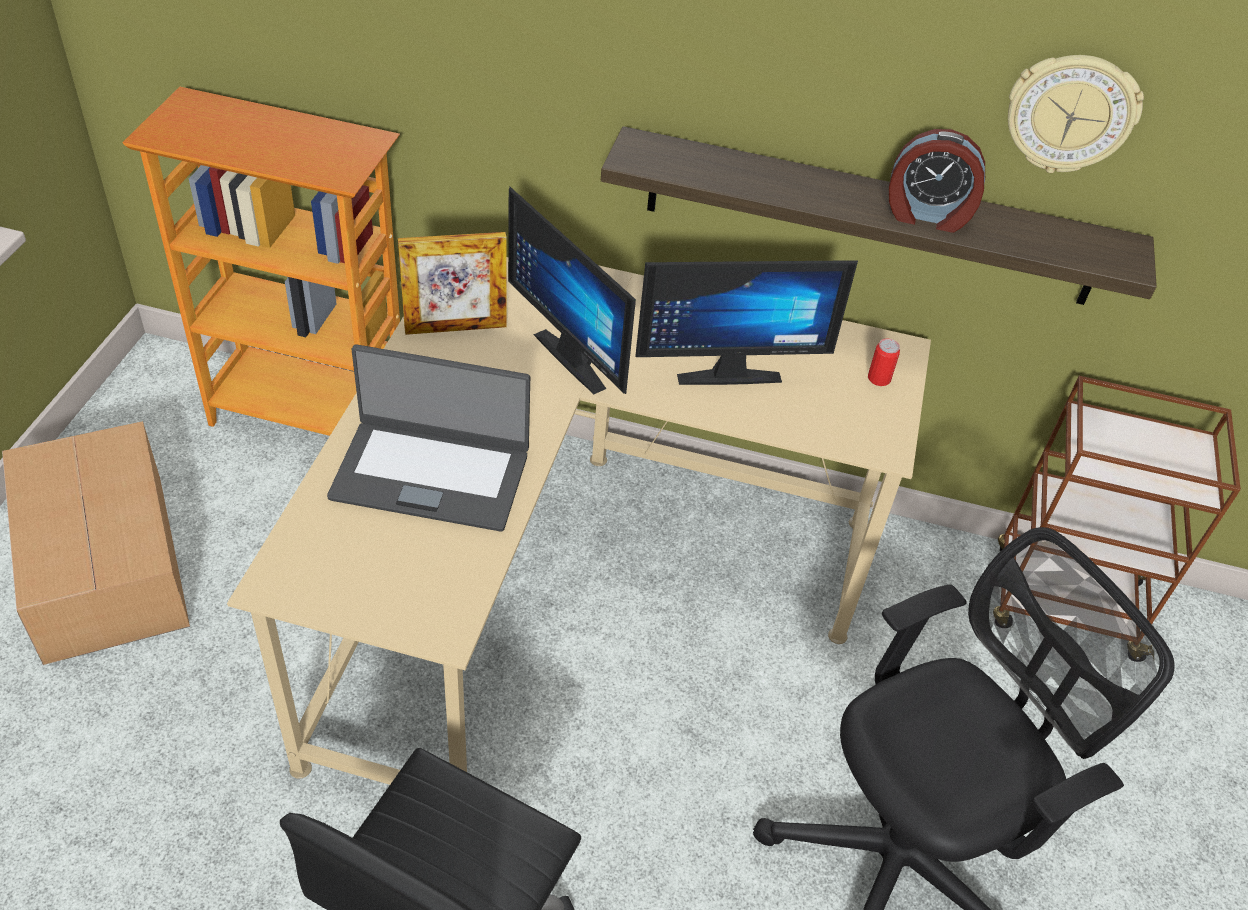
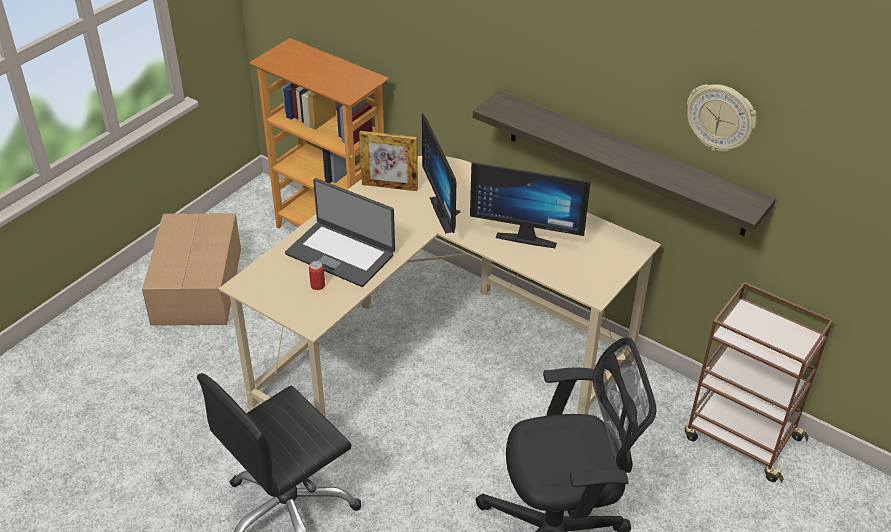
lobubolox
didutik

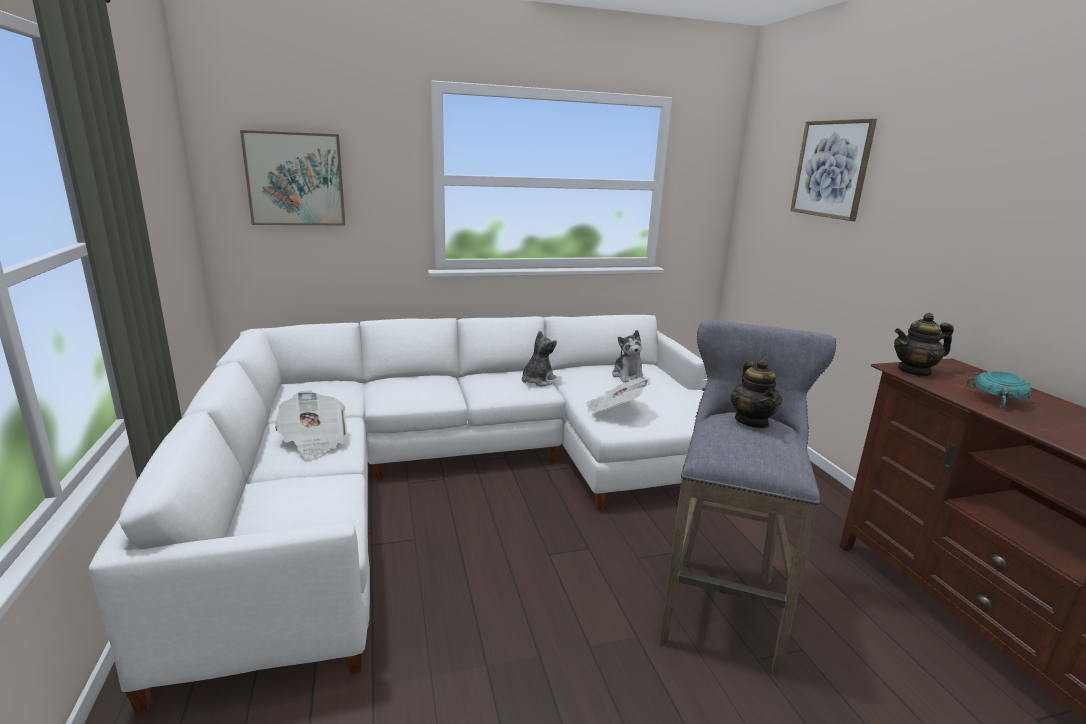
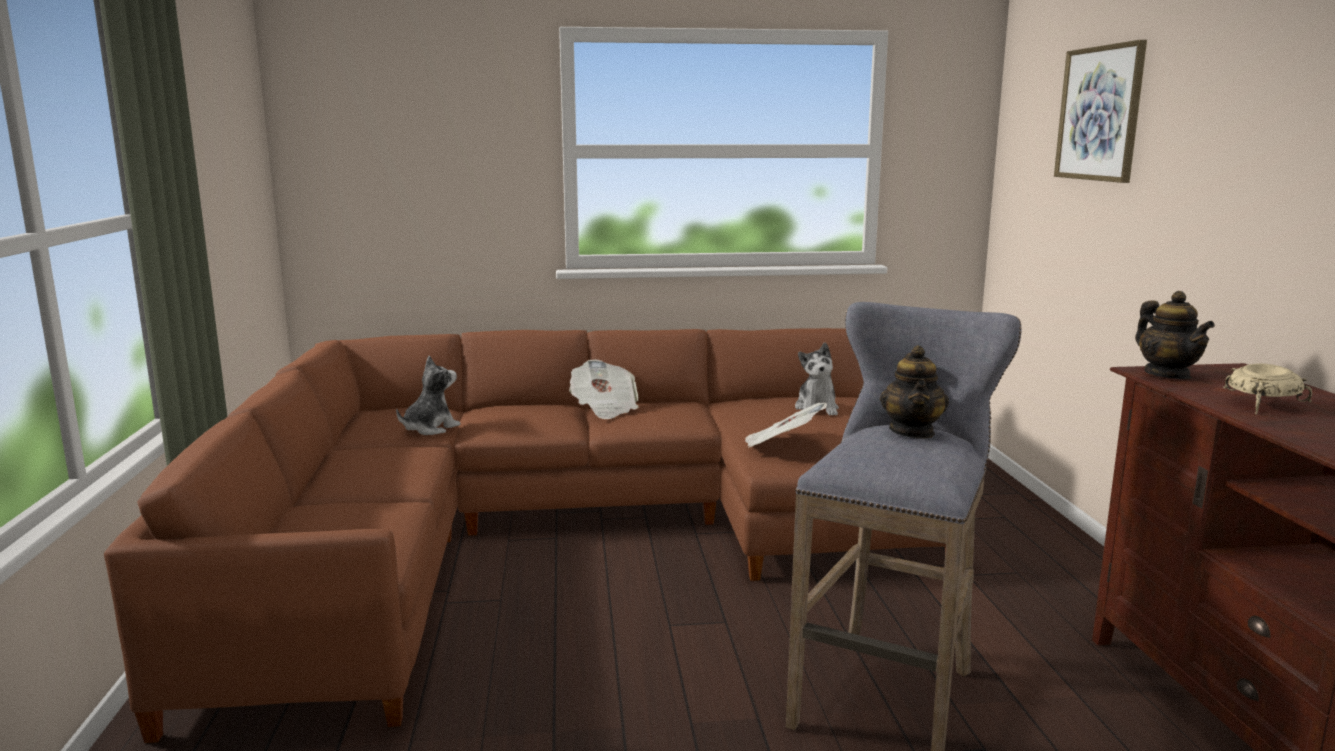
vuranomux (no. 1 from left in the first image)
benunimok (no. 2 from left)
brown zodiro
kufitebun (no. 1 from left)
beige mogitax
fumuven (no. 1 from left)

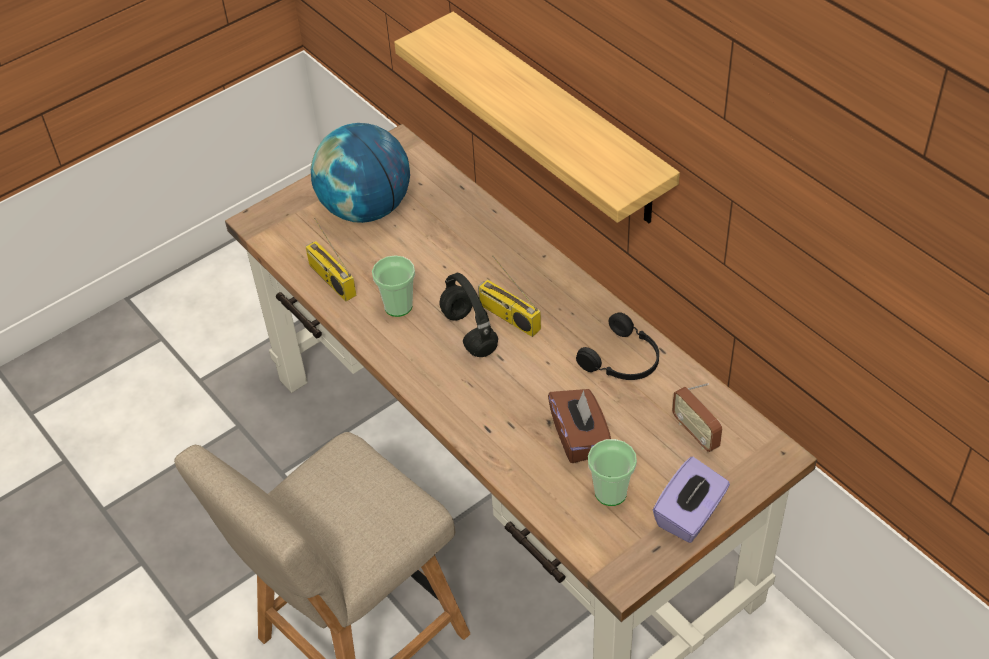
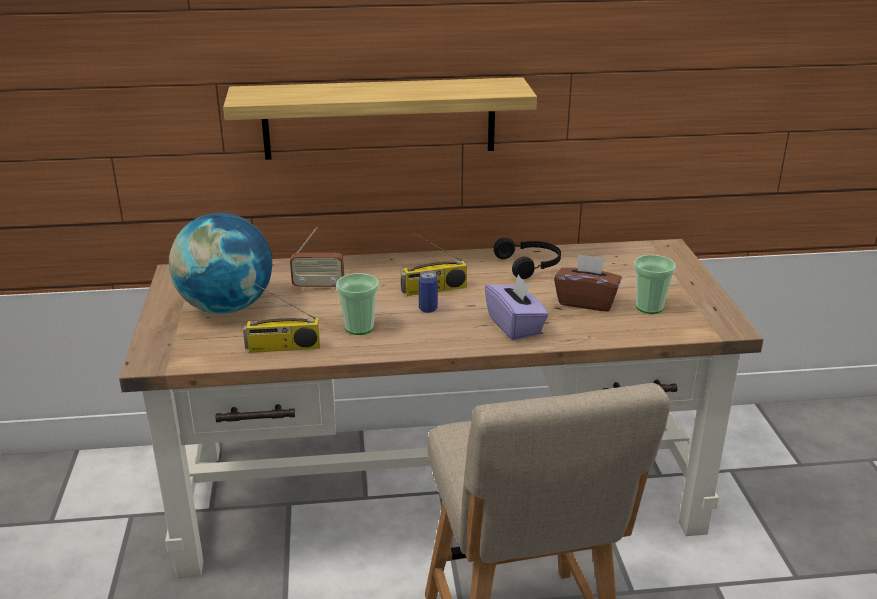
didutik
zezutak (no. 2 from left)
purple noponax

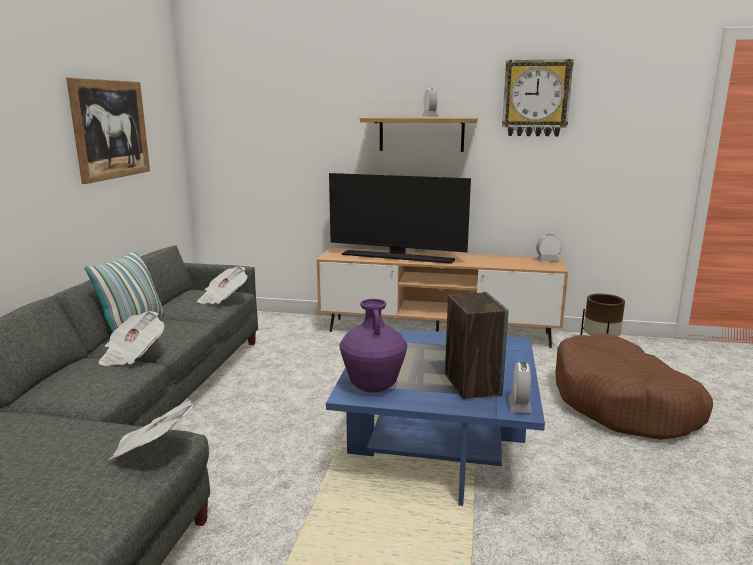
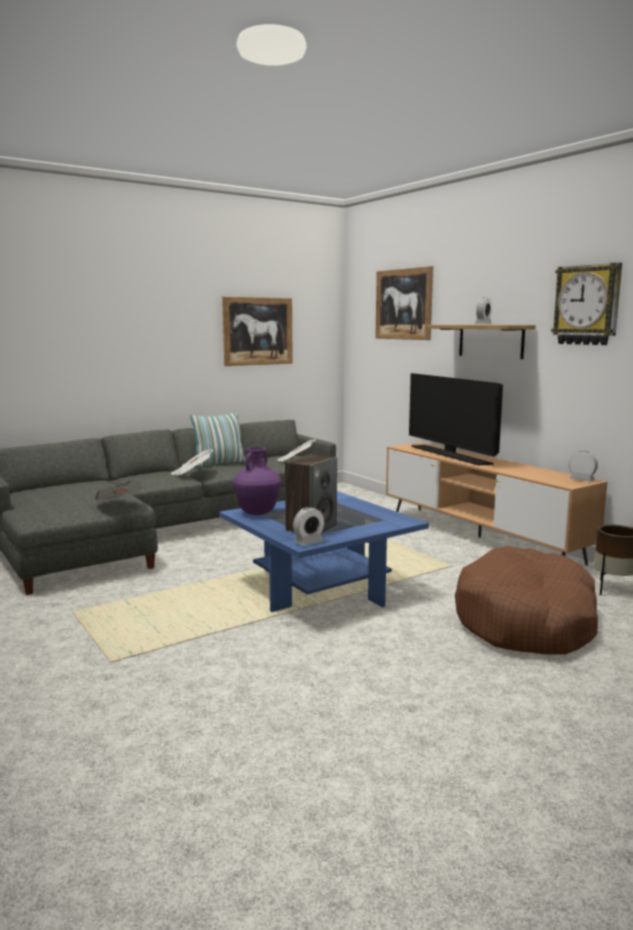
vuranomux (no. 2 from left)

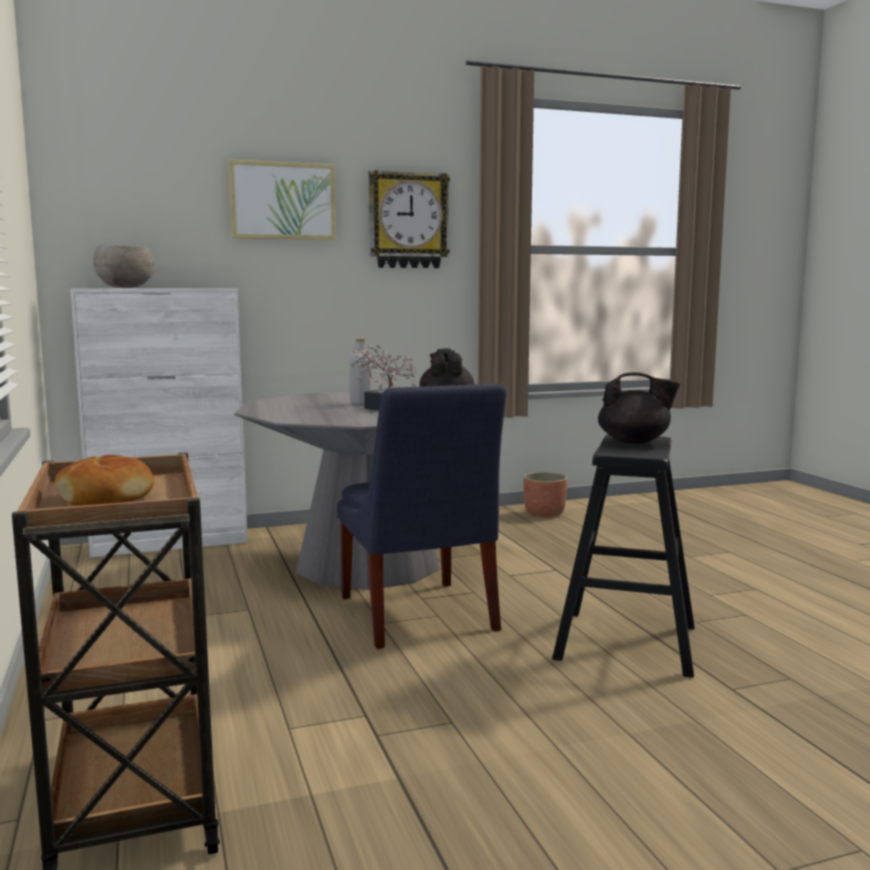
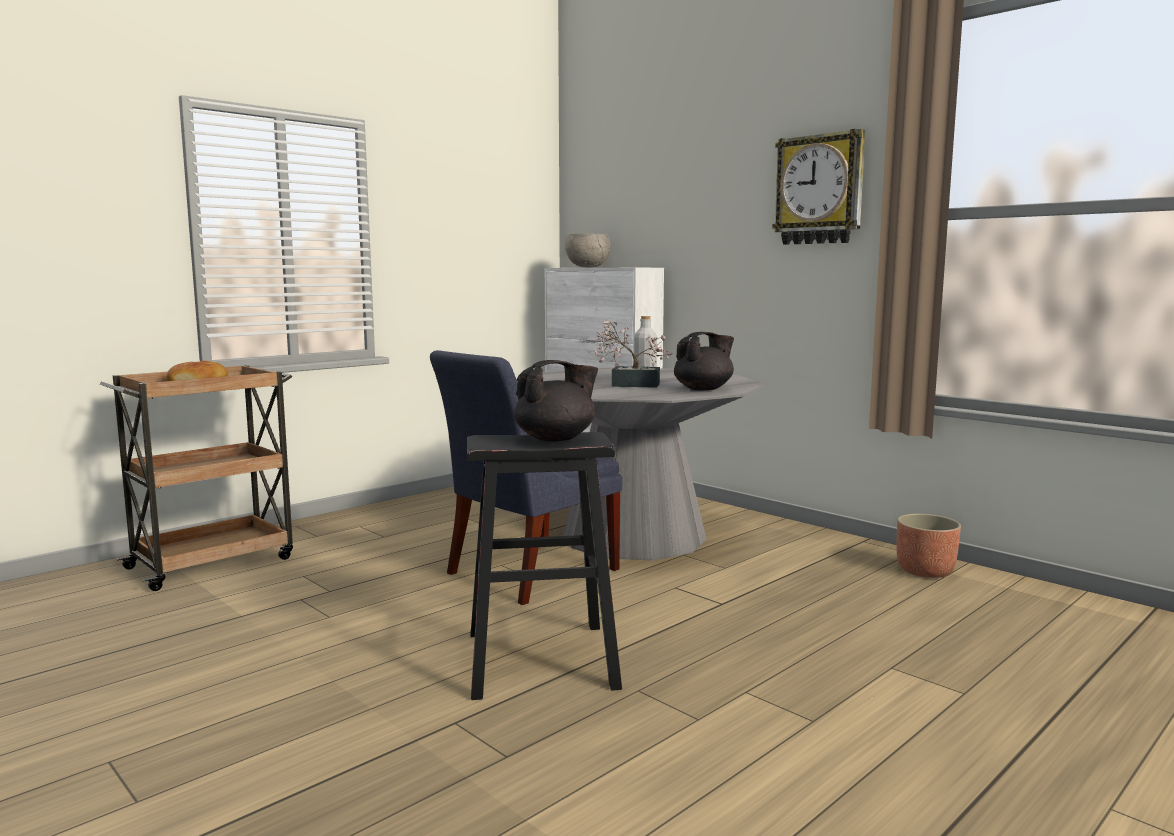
vuranomux
black benunimok (no. 1 from left)

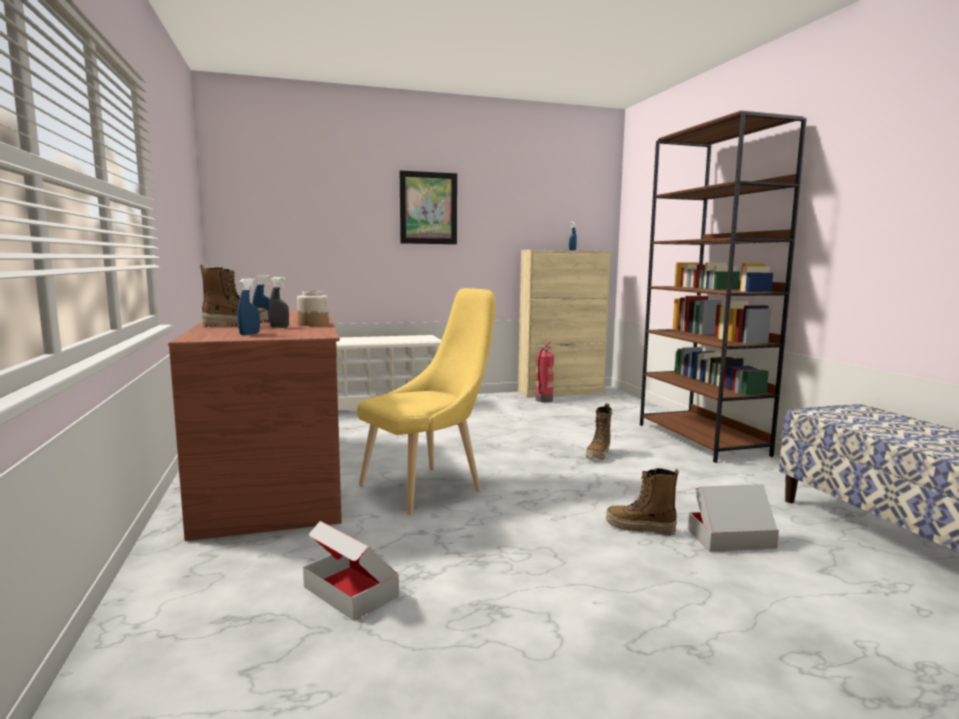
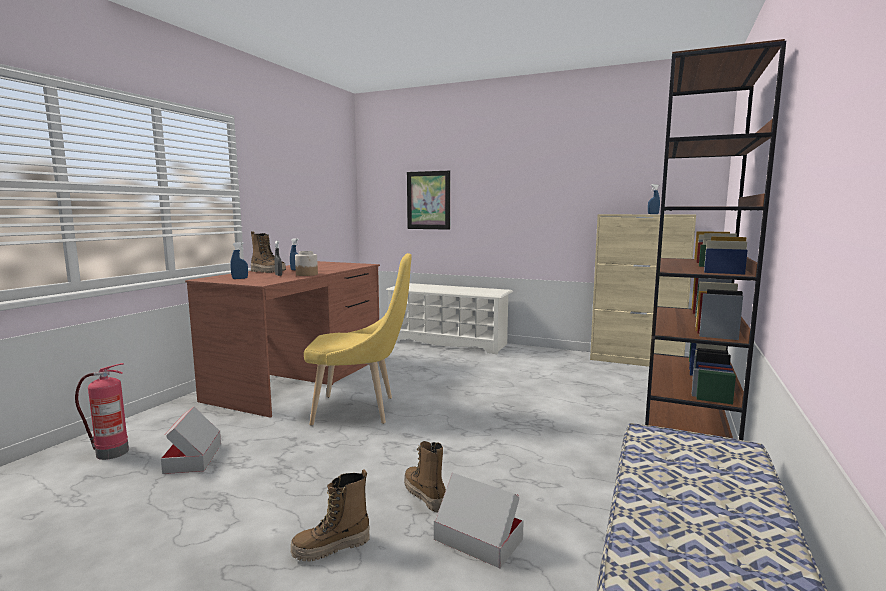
vuranomux
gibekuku
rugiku (no. 2 from left)

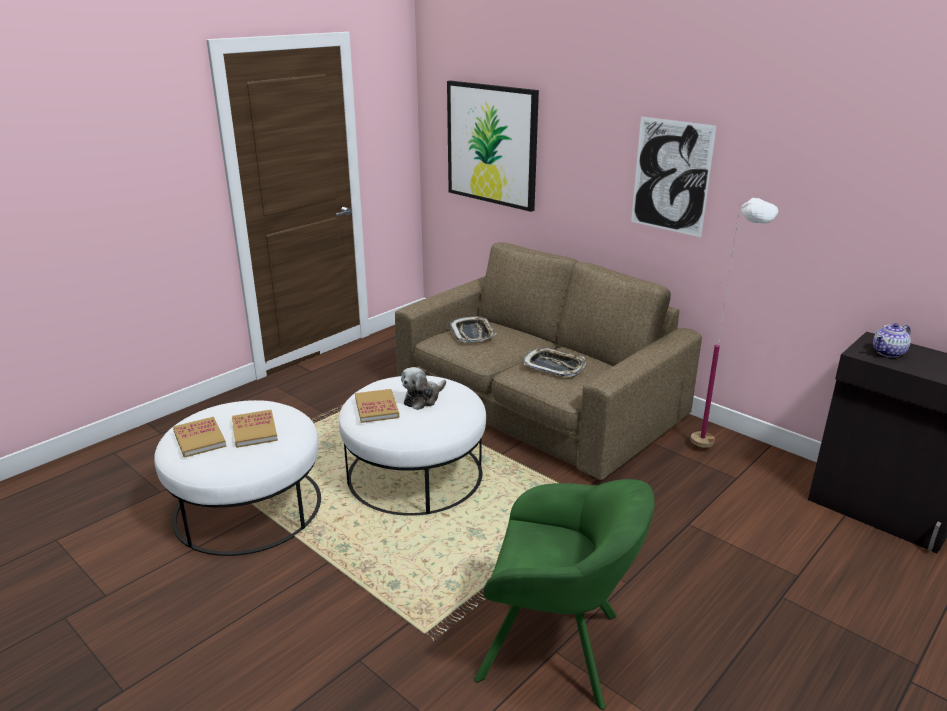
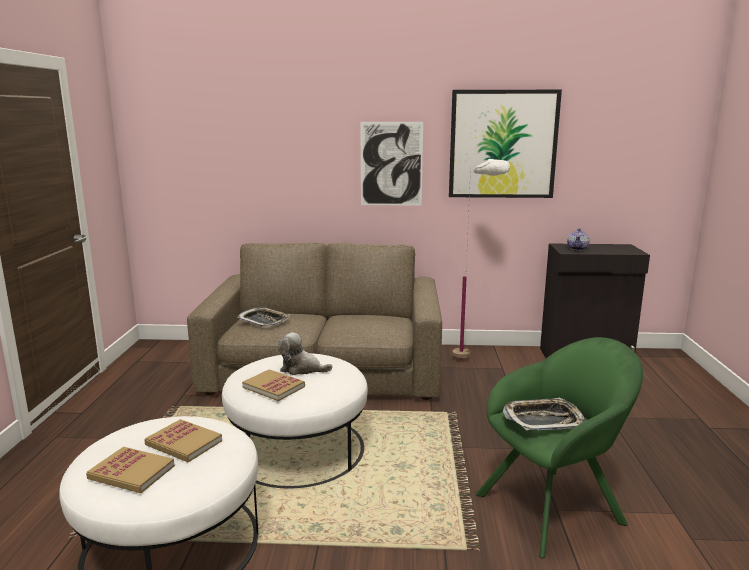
vuranomux (no. 2 from left)
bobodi (no. 2 from left)
kufitebun

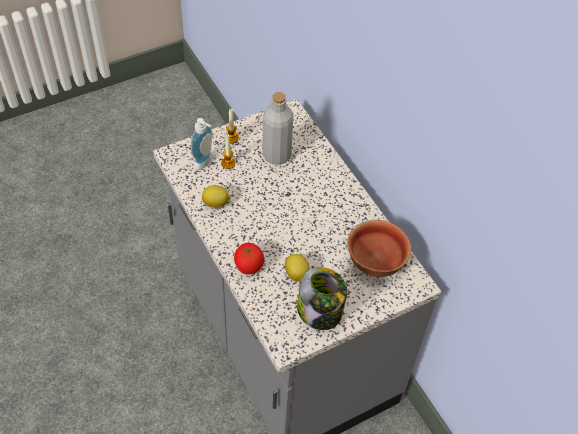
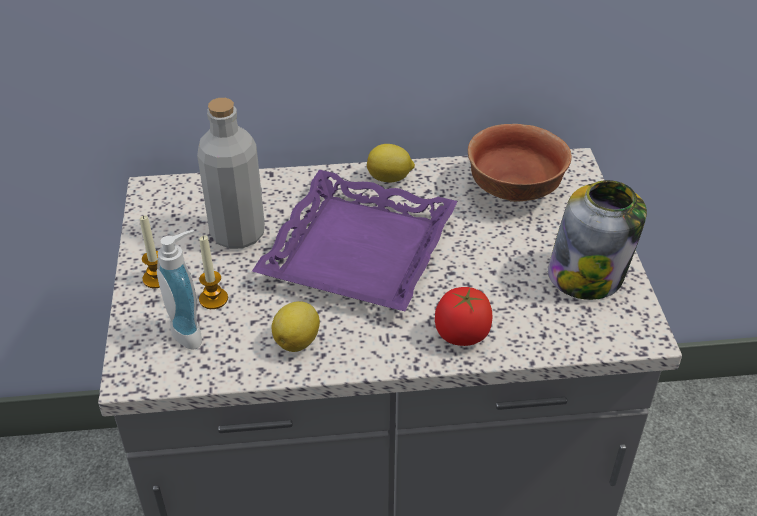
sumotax (no. 2 from left)
purple bobodi

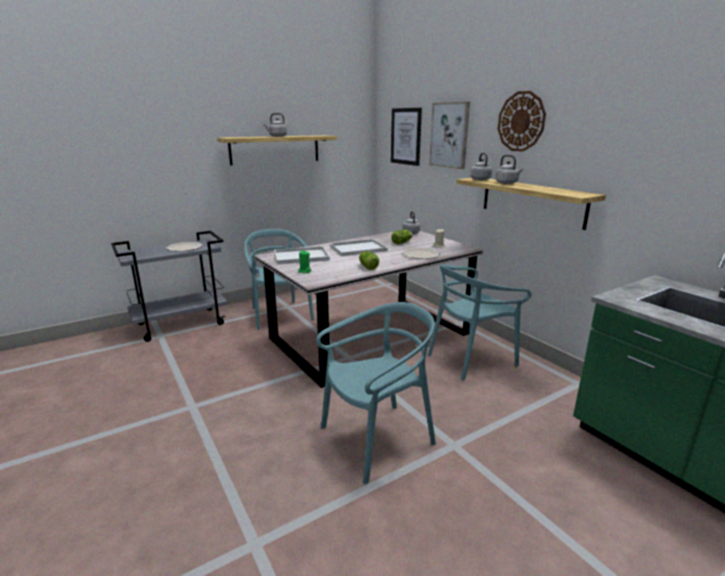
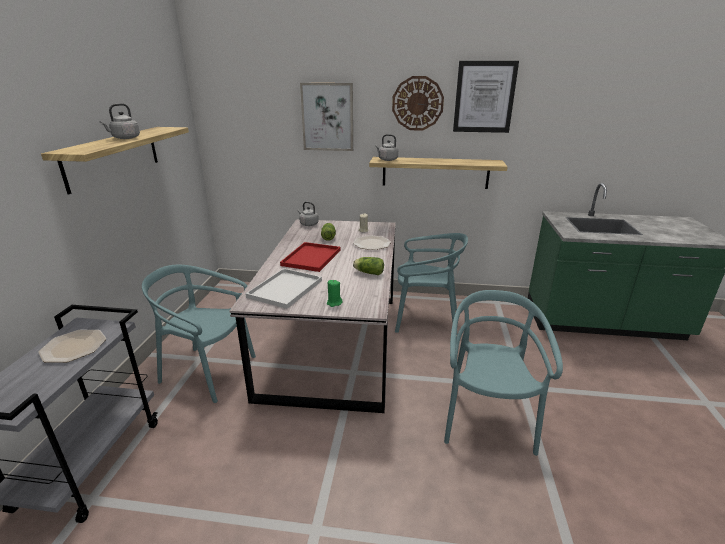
vuranomux (no. 2 from left)
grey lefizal (no. 4 from left in the first image)
red bobodi
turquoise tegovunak (no. 2 from left)

